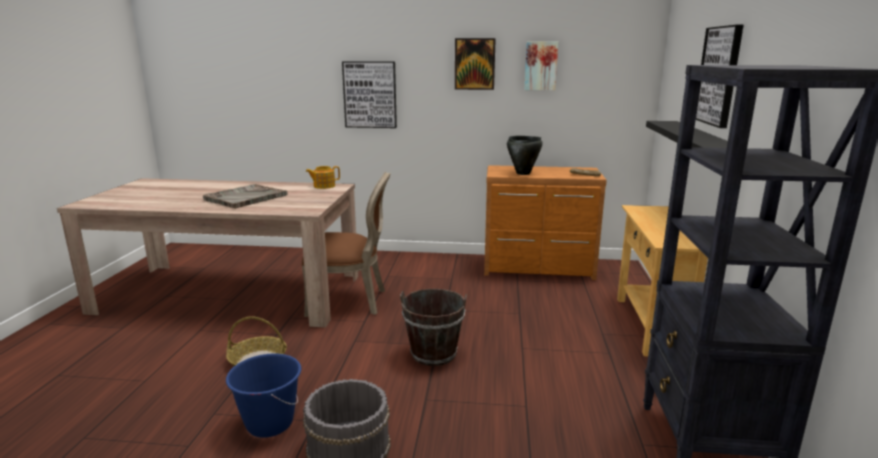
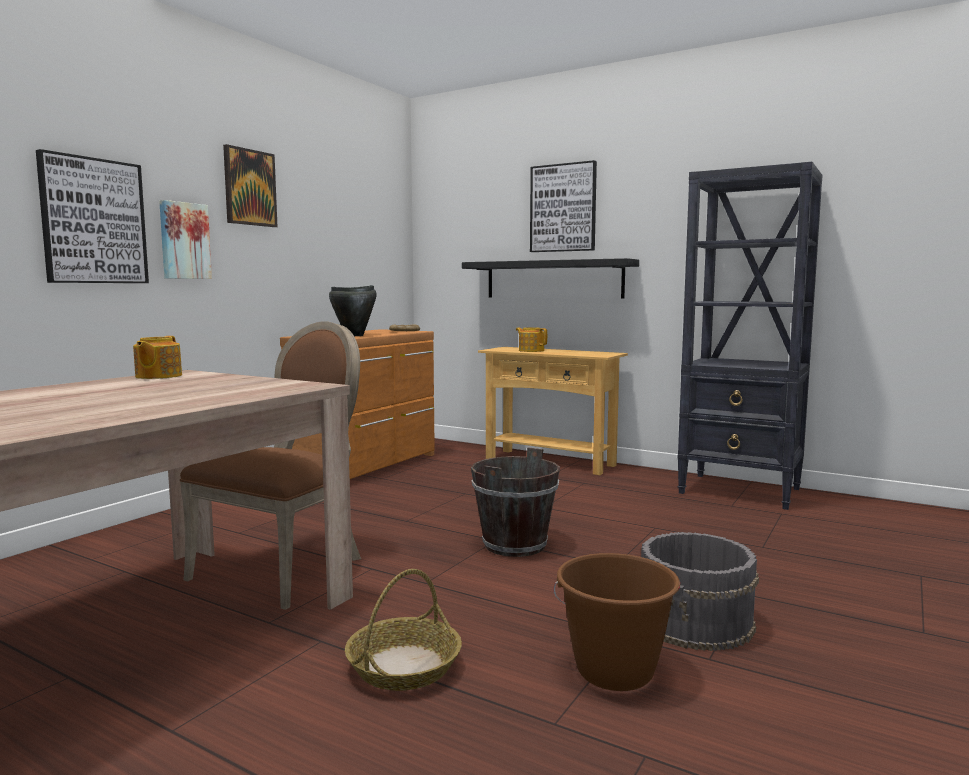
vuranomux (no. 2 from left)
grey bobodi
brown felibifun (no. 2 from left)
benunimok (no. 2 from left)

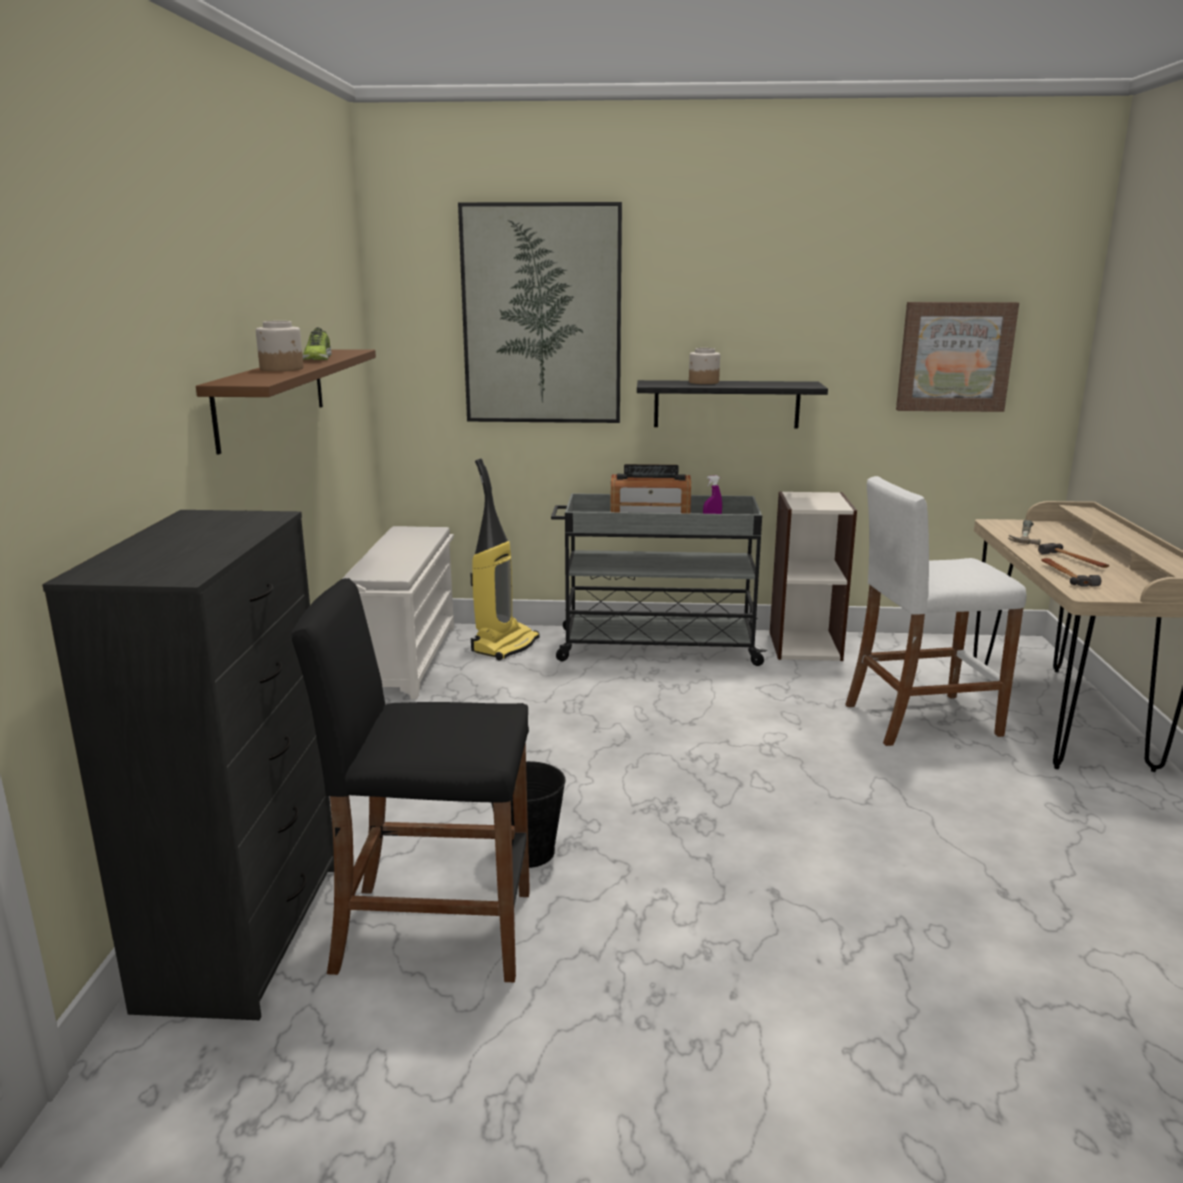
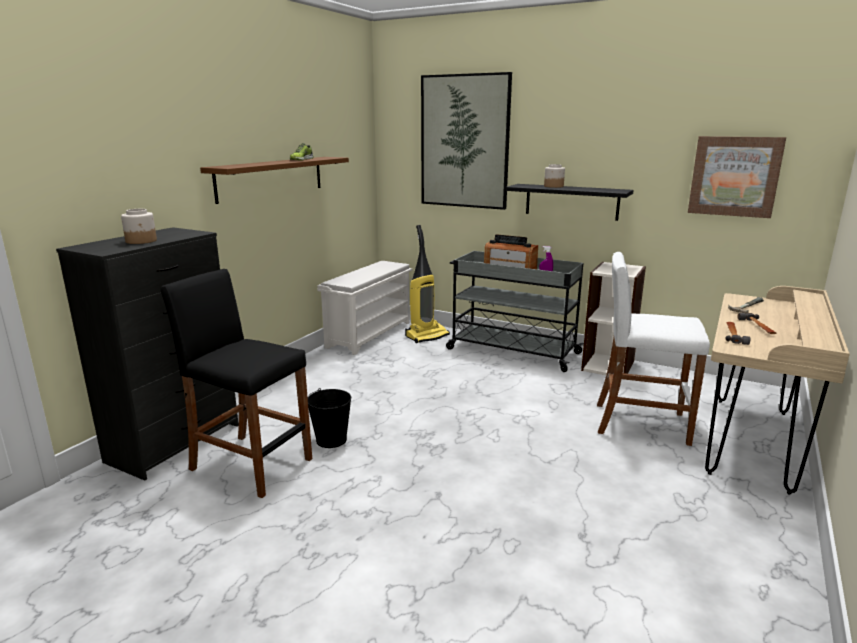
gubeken (no. 1 from left)

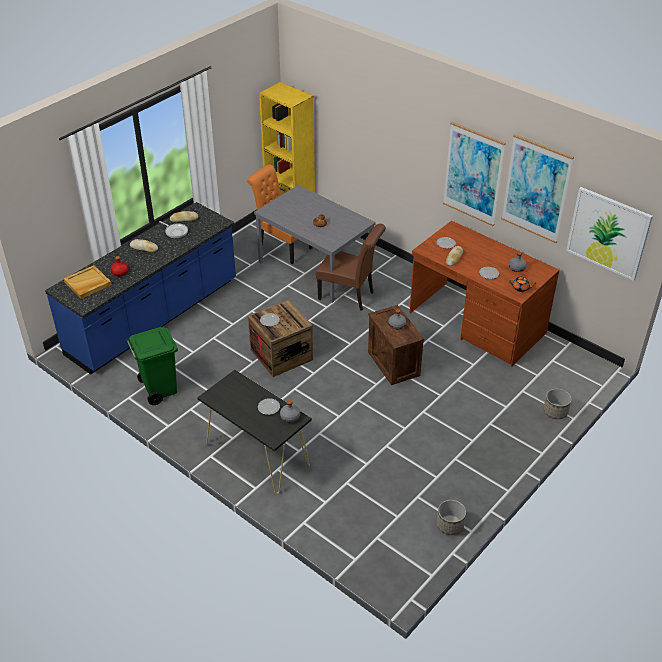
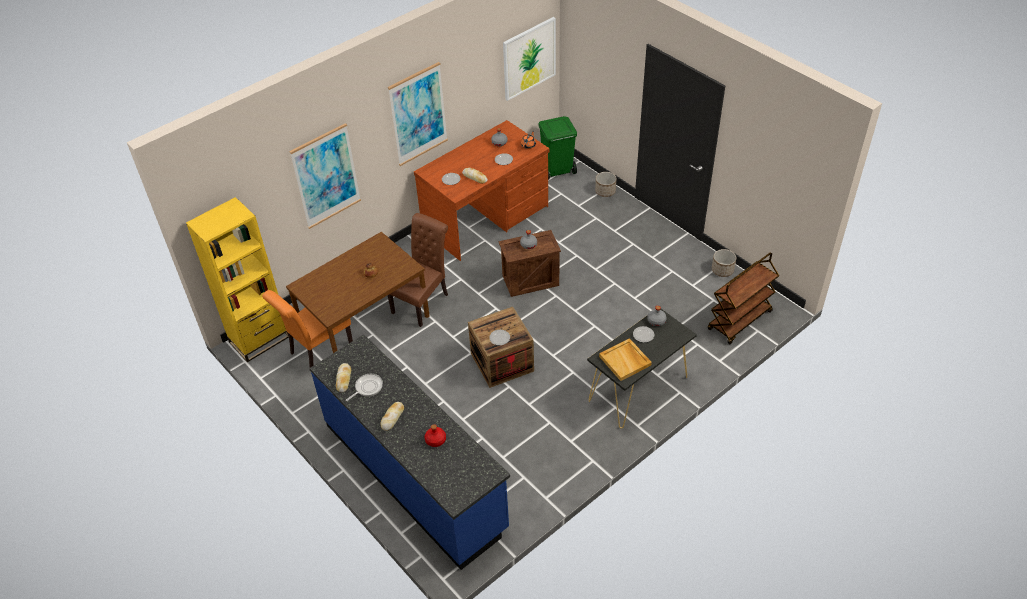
vuranomux (no. 1 from left)
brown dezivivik
beige bobodi
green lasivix
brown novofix

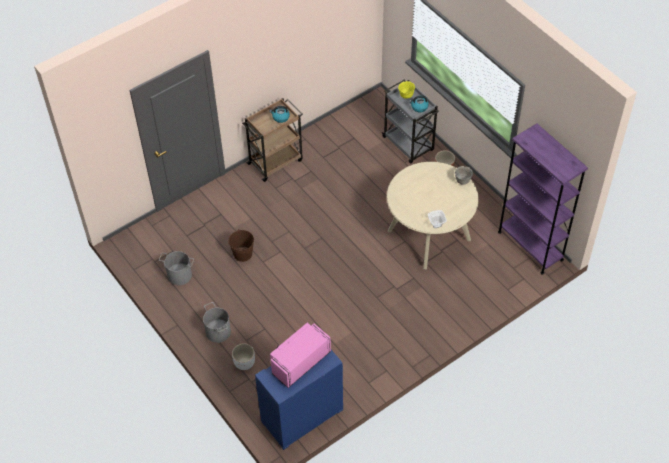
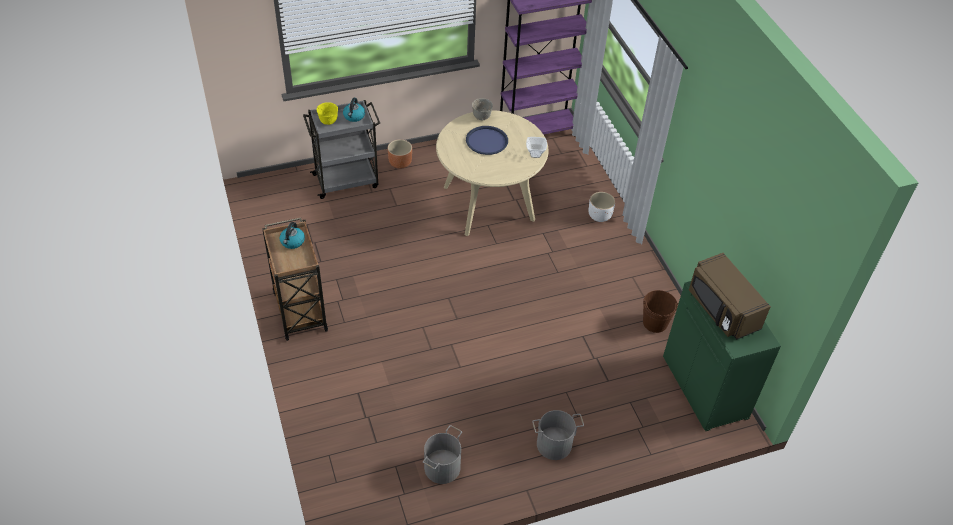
brown felibifun
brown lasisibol
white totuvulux
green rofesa
blue bobodi

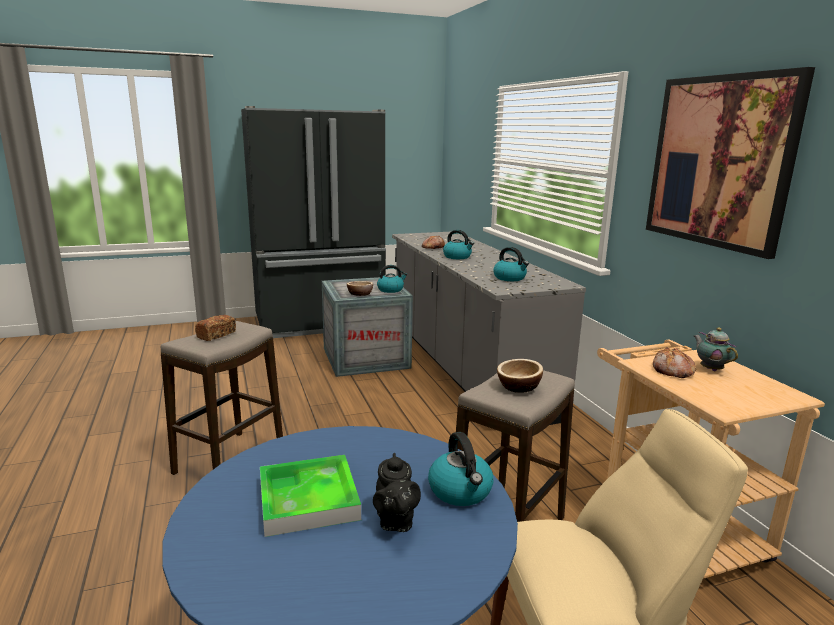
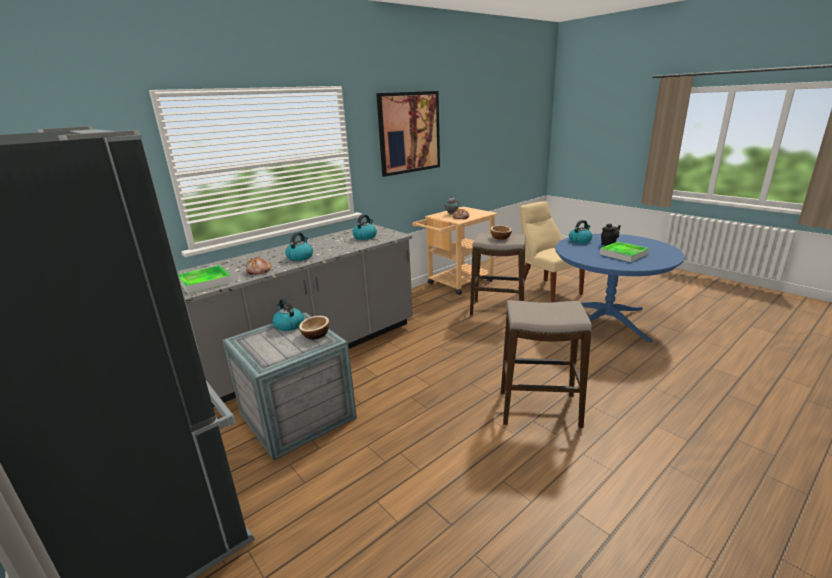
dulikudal (no. 1 from left in the first image)
bobodi (no. 1 from left)

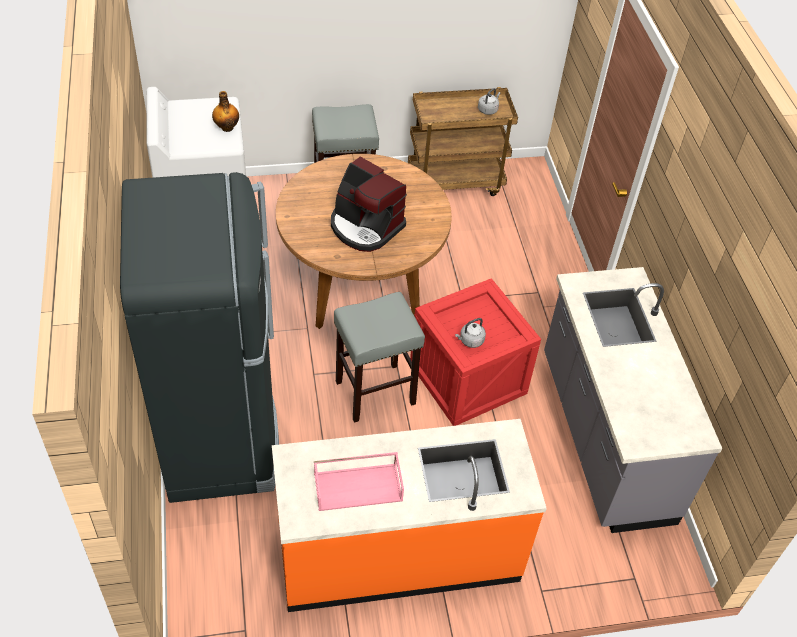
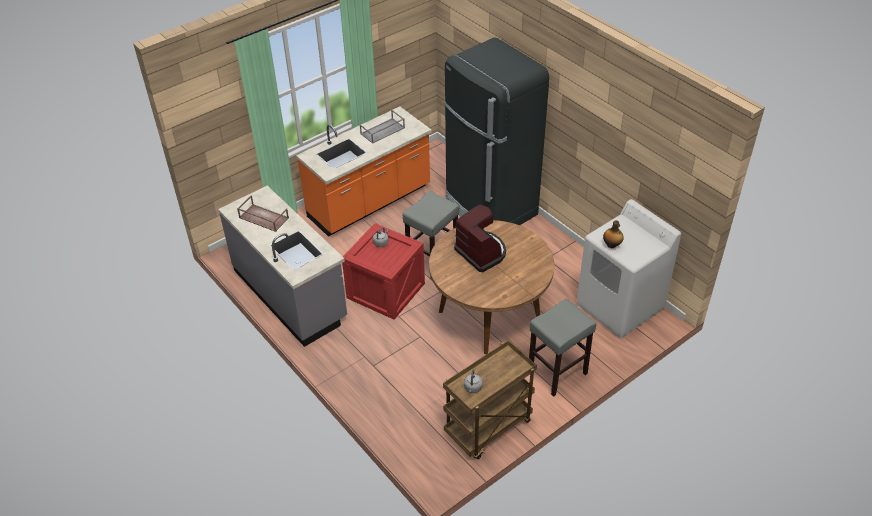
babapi
grey bobodi
brown bobodi

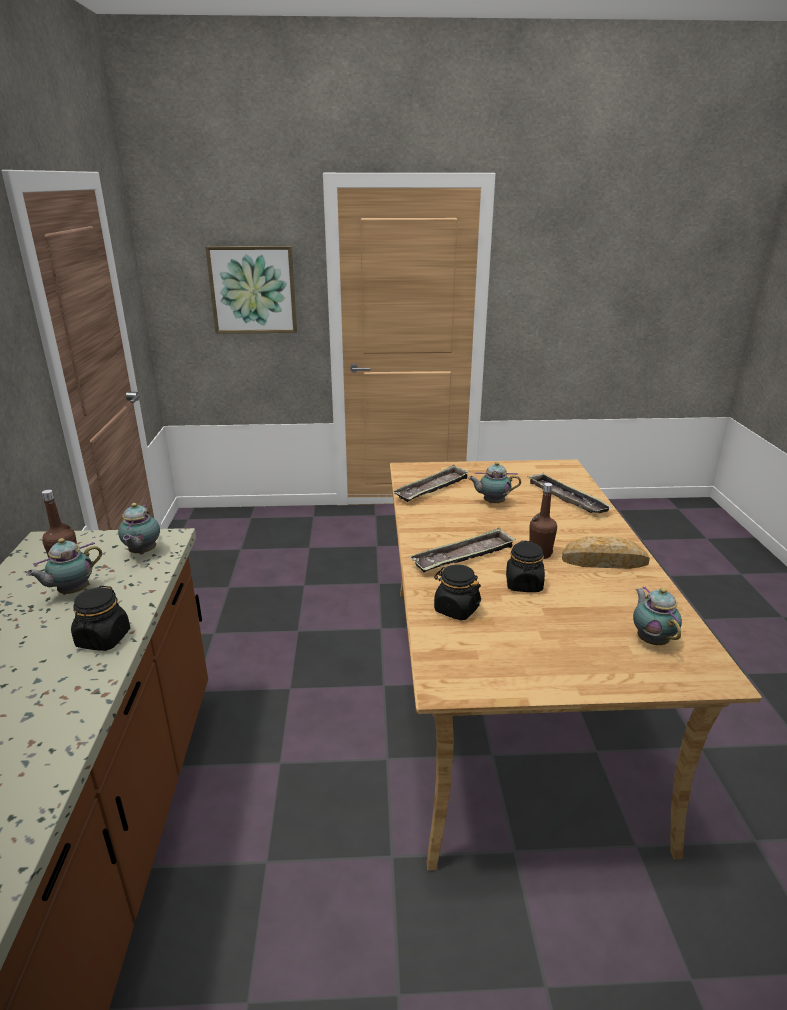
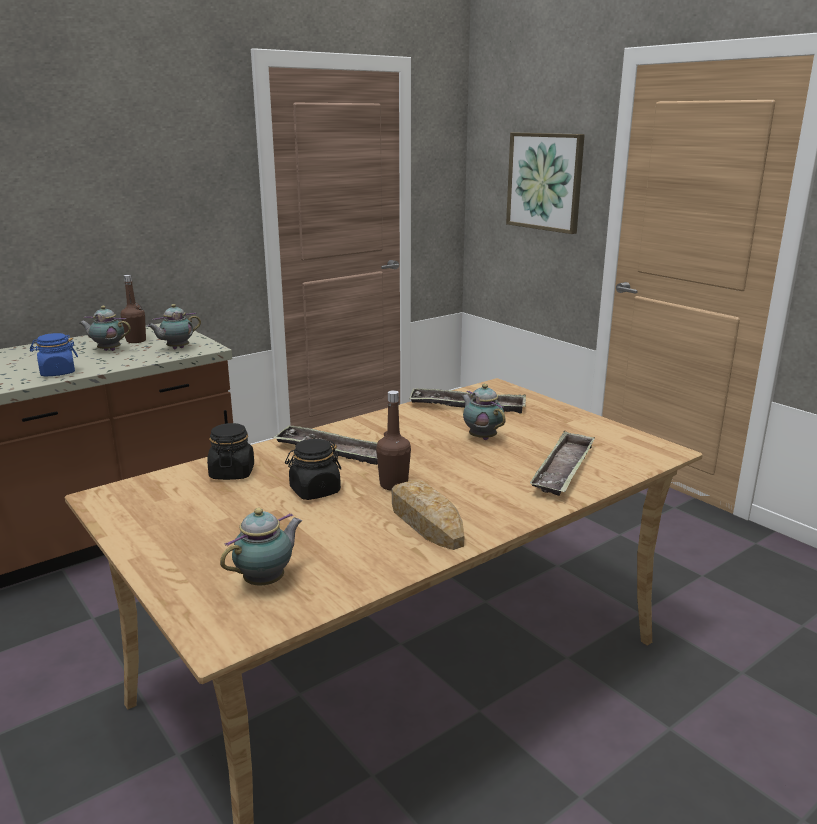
blue gubeken

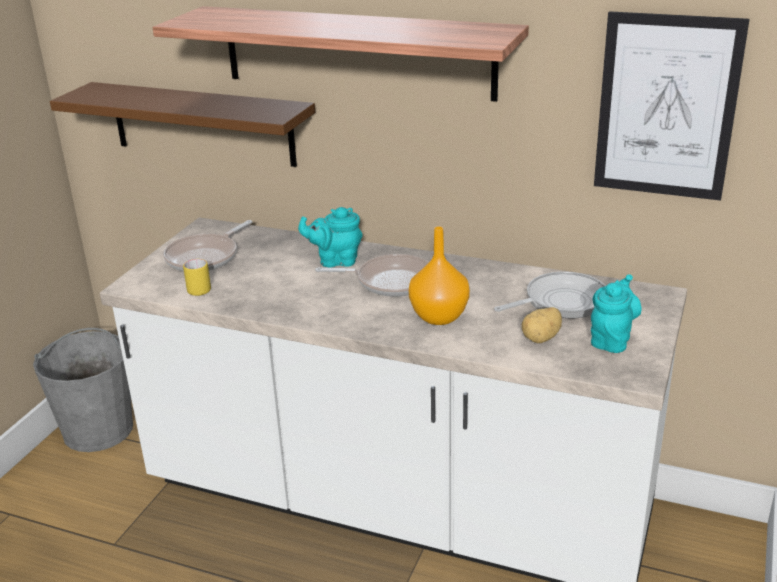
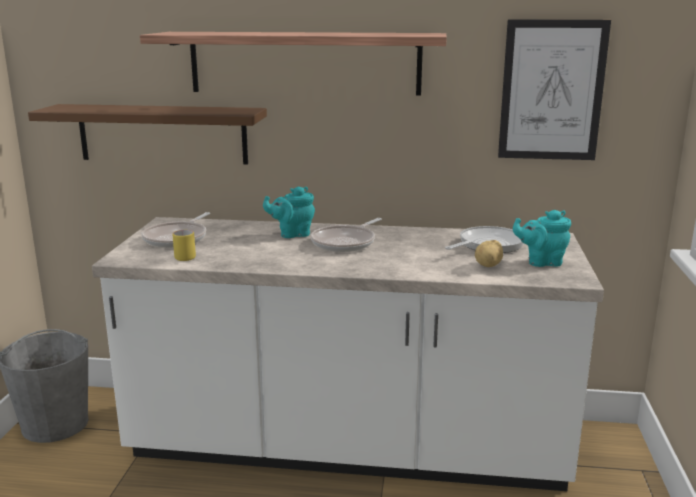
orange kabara
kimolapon (no. 2 from left)
turquoise benunimok (no. 2 from left)

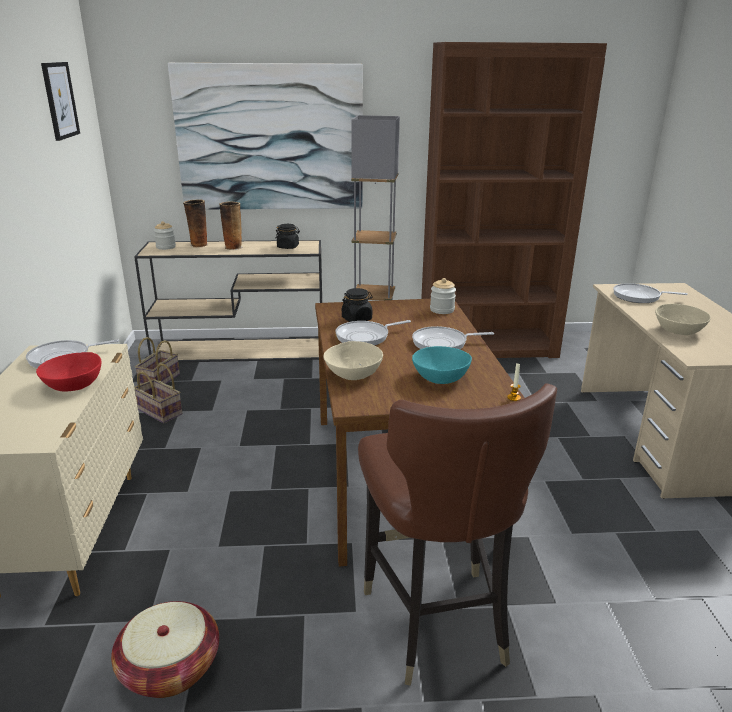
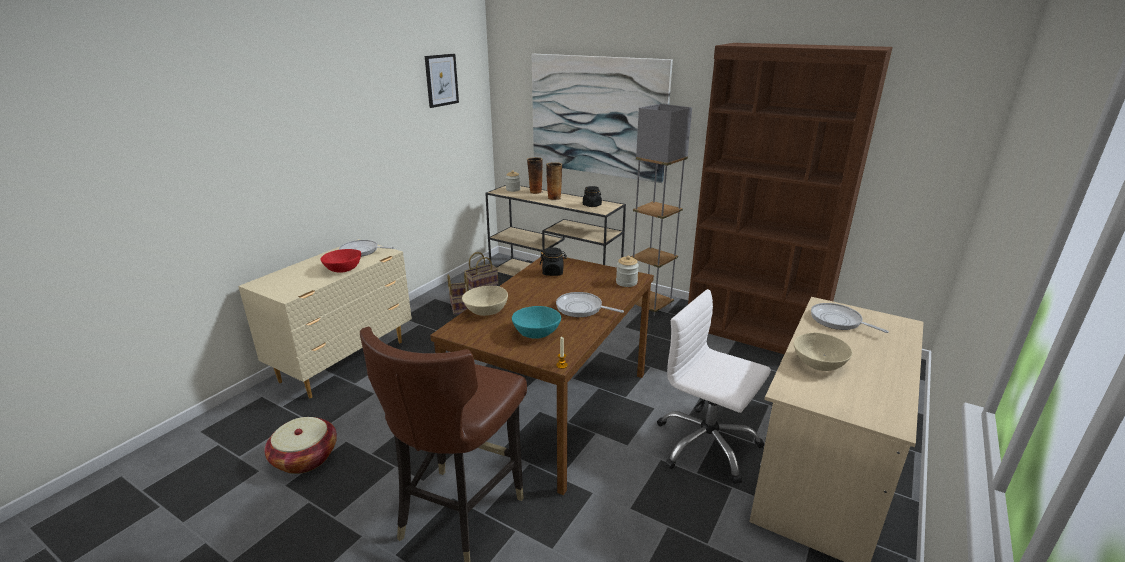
kimolapon (no. 2 from left in the first image)
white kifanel

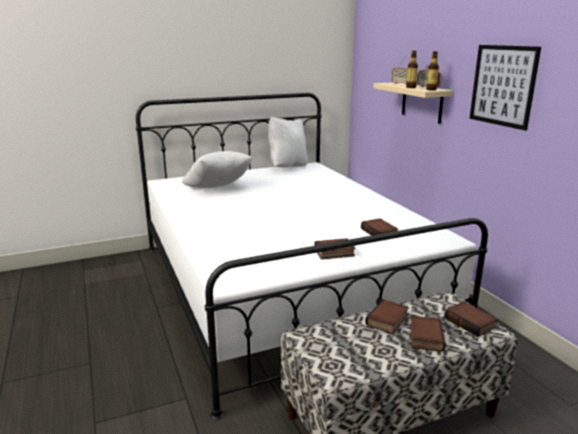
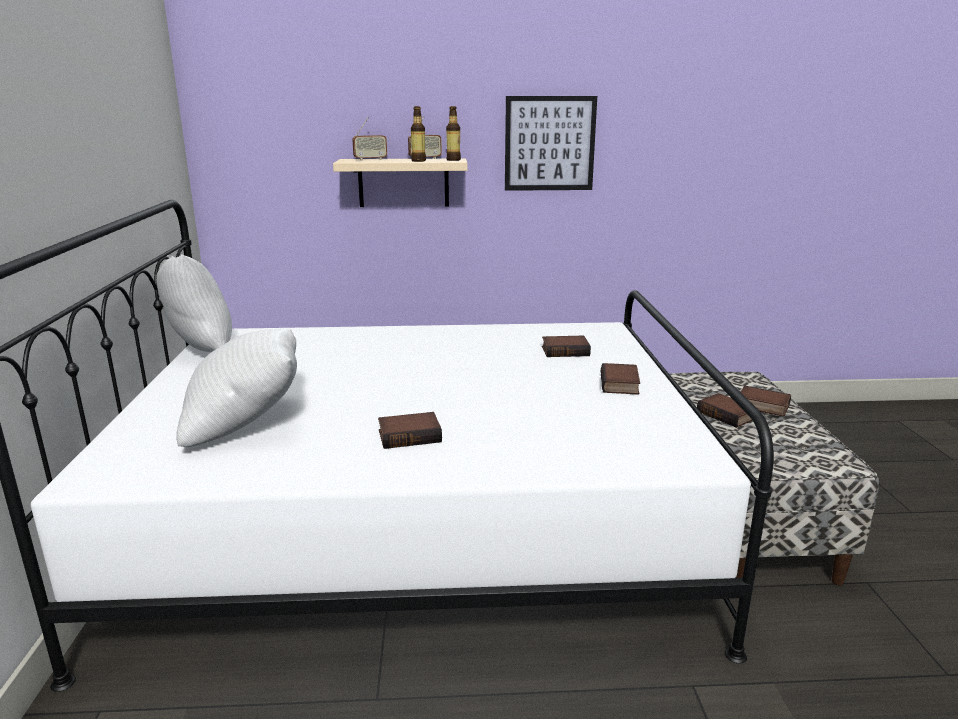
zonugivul (no. 1 from left)

